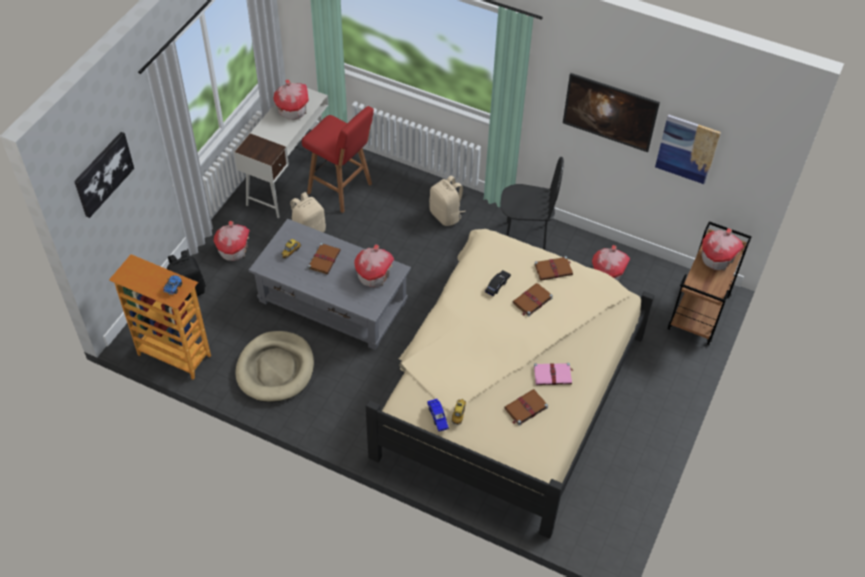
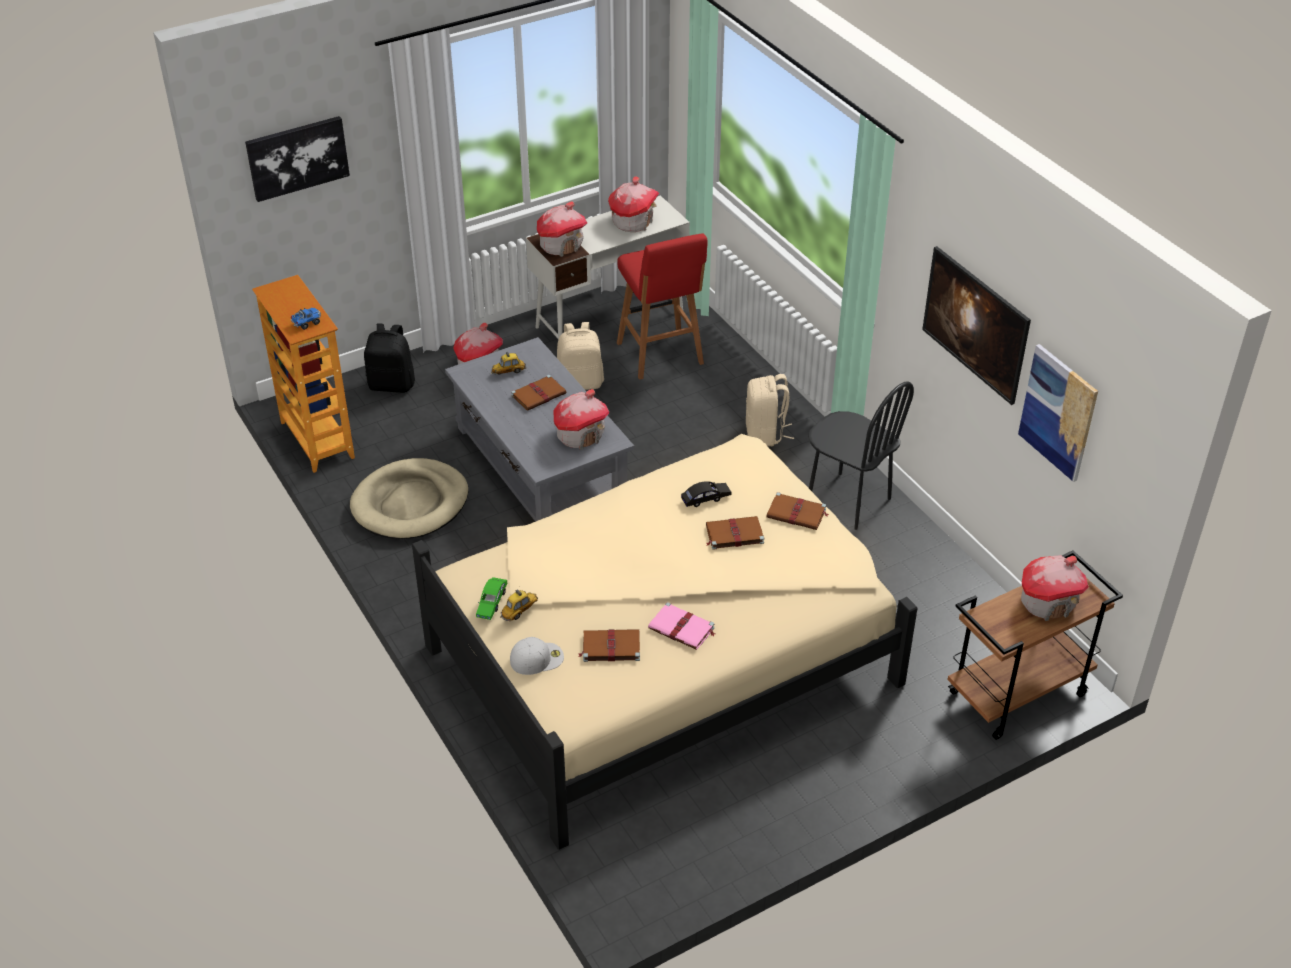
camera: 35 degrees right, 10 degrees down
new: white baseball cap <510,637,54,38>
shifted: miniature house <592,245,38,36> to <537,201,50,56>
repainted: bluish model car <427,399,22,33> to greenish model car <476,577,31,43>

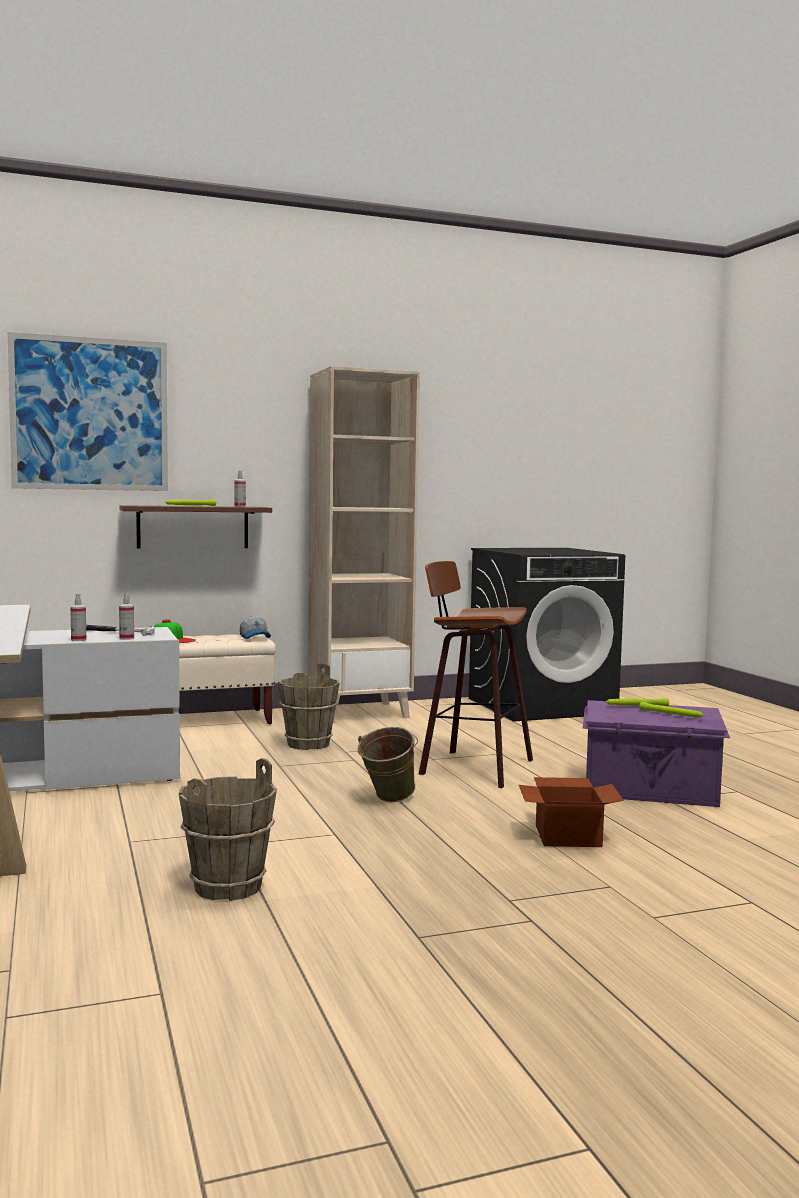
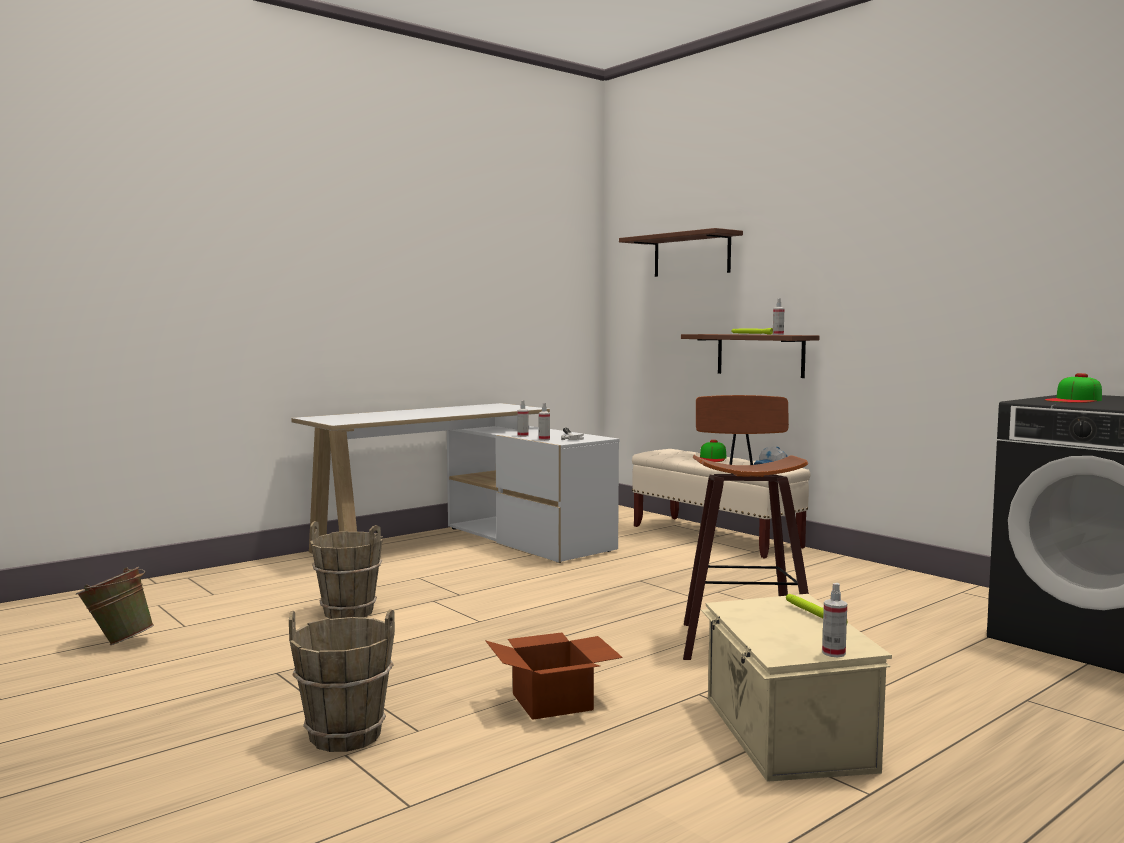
camera: 70 degrees right, 0 degrees up
gone: sand-coloured bookcase <308,366,112,357>; greenish flashlight <639,702,64,16>
new: sprayer <822,583,25,74>; baseball cap <1045,373,57,30>
shifted: brown-coloured pail <278,663,61,87> to <289,610,106,142>; greenish pail <357,727,61,75> to <76,567,78,78>
swapped: wall picture <8,332,160,159> to brown-coloured shelf <619,228,124,49>
repainted: purplish storage bin <583,700,147,107> to sand-coloured storage bin <701,594,191,188>

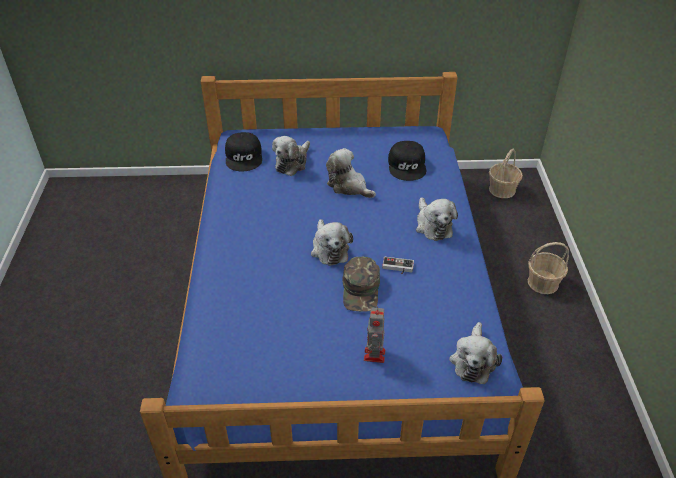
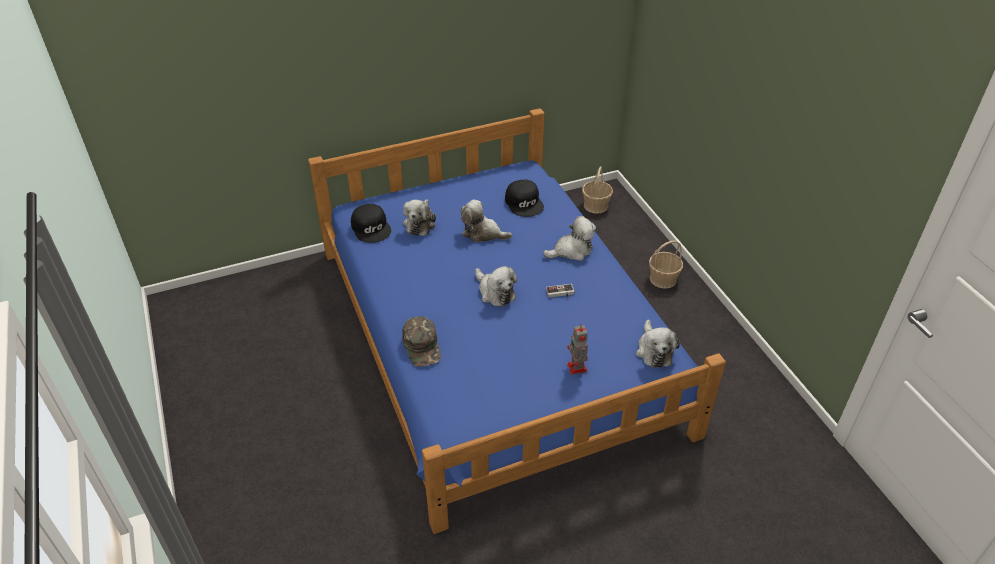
camera: 20 degrees left, 0 degrees up
shifted: greenish baseball cap <342,257,38,55> to <402,316,39,51>
rotated: soft toy <416,197,42,44> = <543,216,53,45> 75 degrees counterclockwise

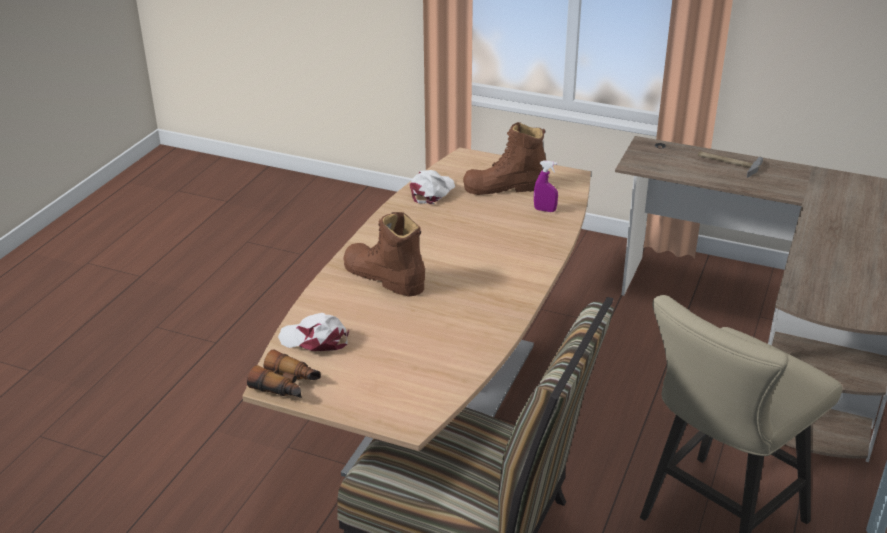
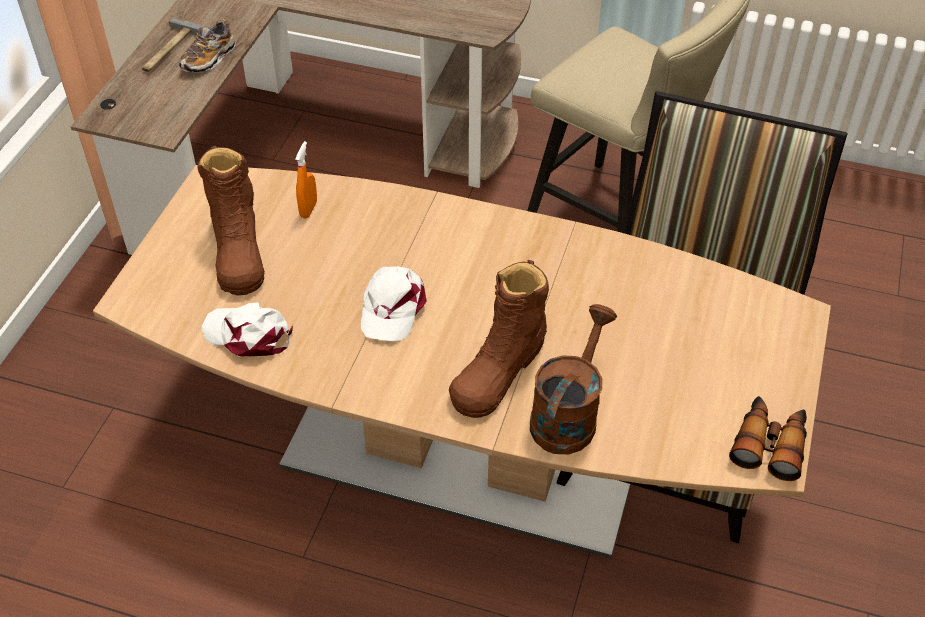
camera: 95 degrees left, 15 degrees up
new: low shoe <179,19,57,54>; brown-coloured watering can <530,304,87,150>
shifted: white baseball cap <278,313,71,38> to <361,266,66,75>
repainted: purplish sprayer <534,160,24,52> to orangey sprayer <295,141,22,77>

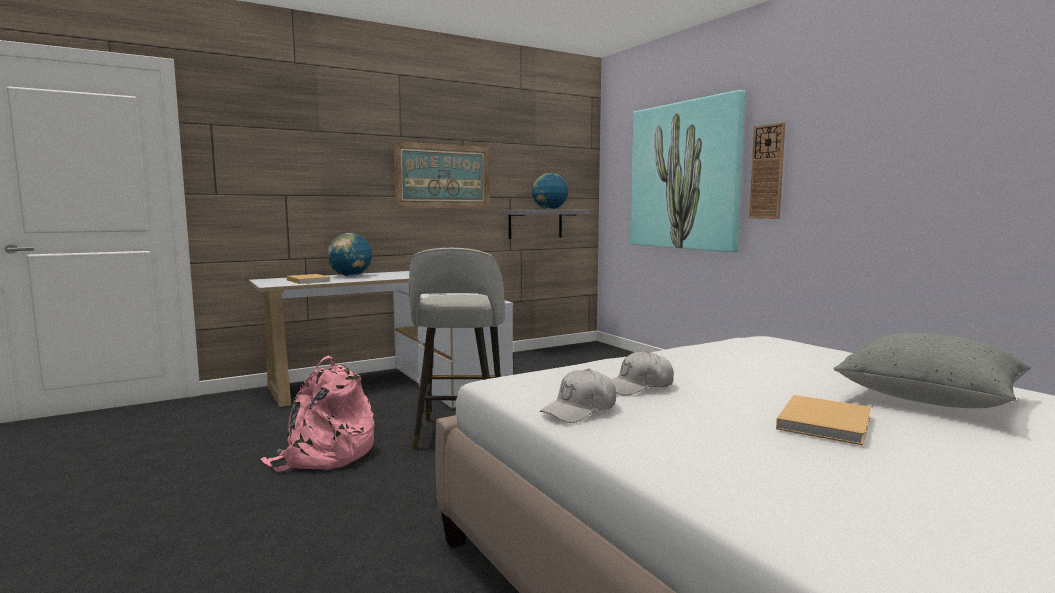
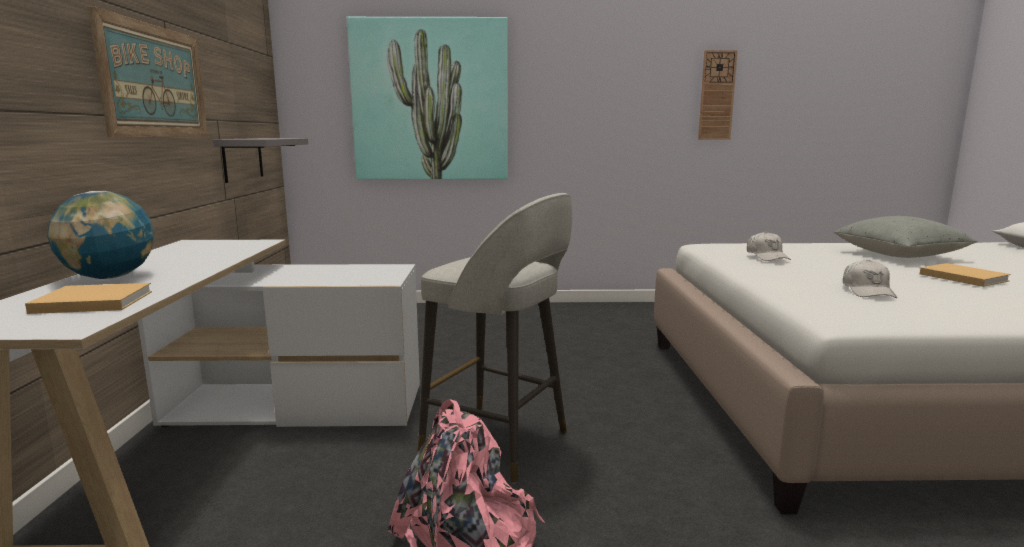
camera: 60 degrees left, 5 degrees up
gone: world globe <532,173,36,37>
shifted: white baseball cap <539,368,77,55> to <747,231,44,30>; hanging clock <749,122,36,97> to <698,50,40,90>

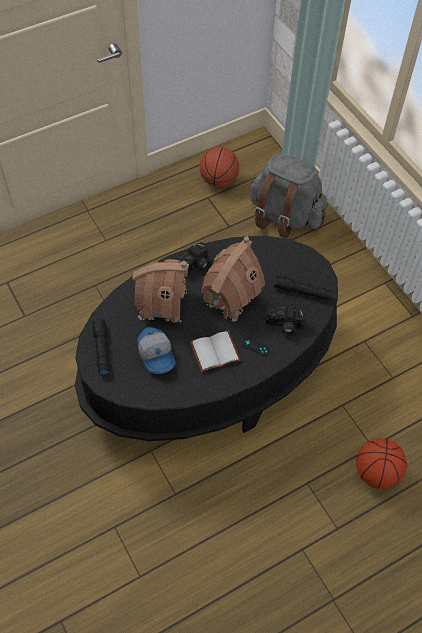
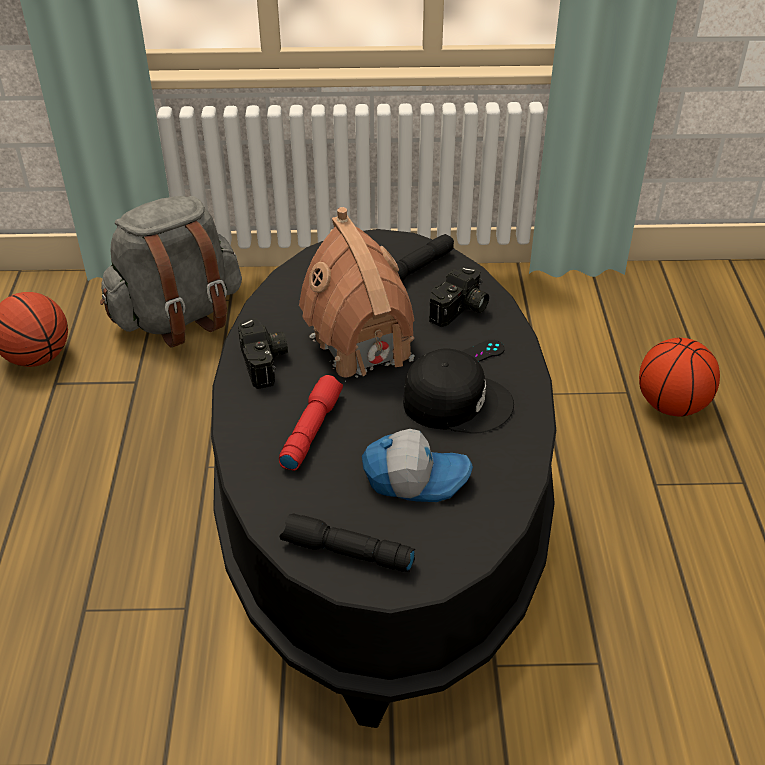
camera: 60 degrees left, 15 degrees down
swapped: miniature house <133,259,56,64> to red flashlight <279,375,64,96>; white bound book <190,331,51,41> to black baseball cap <403,348,111,85>

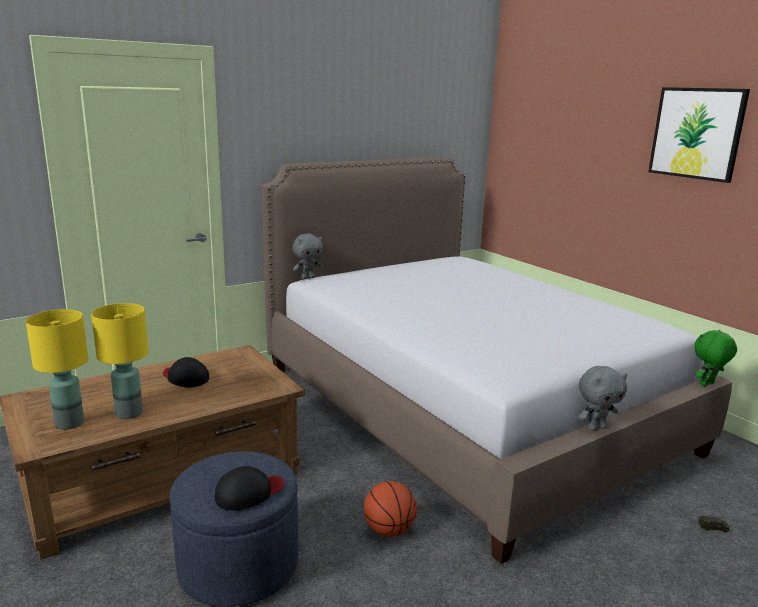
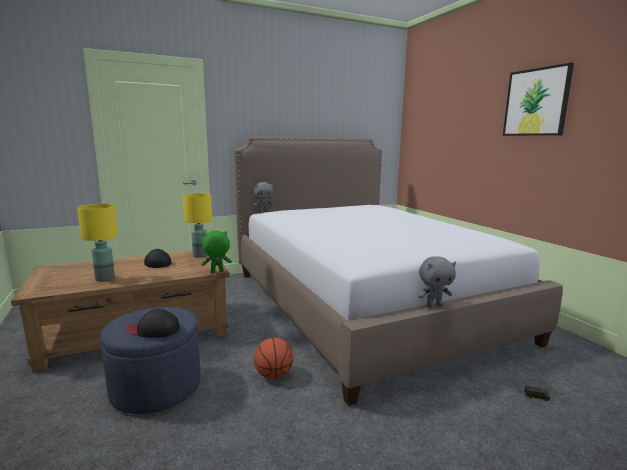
camera: 10 degrees right, 5 degrees down
shifted: yellow-coloured lamp for a table <26,309,62,121> to <183,193,29,65>; greenish soft toy <694,330,43,56> to <201,231,31,42>
rotated: black baseball cap <215,466,69,45> = <126,309,54,29> 150 degrees counterclockwise

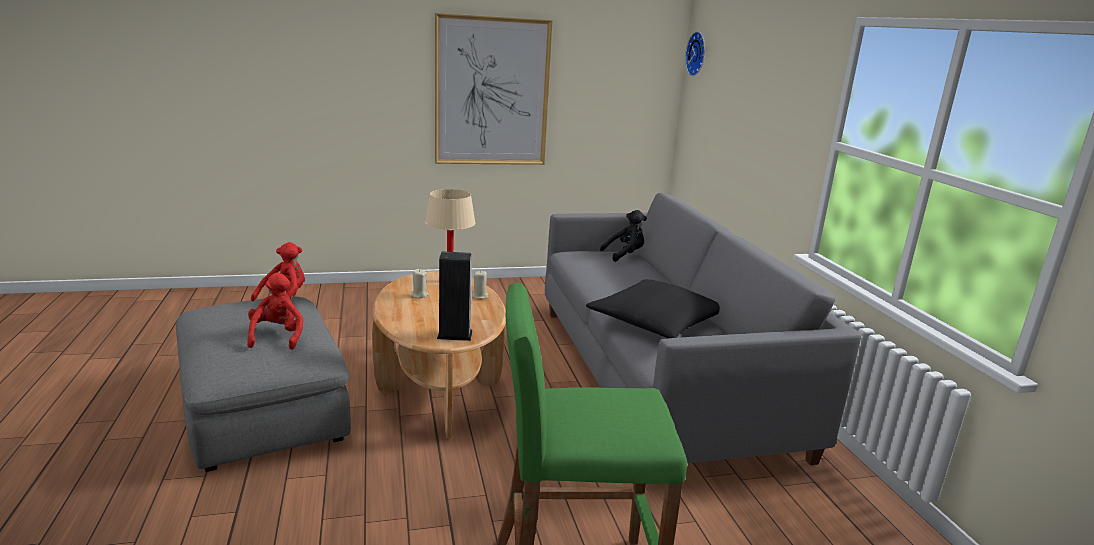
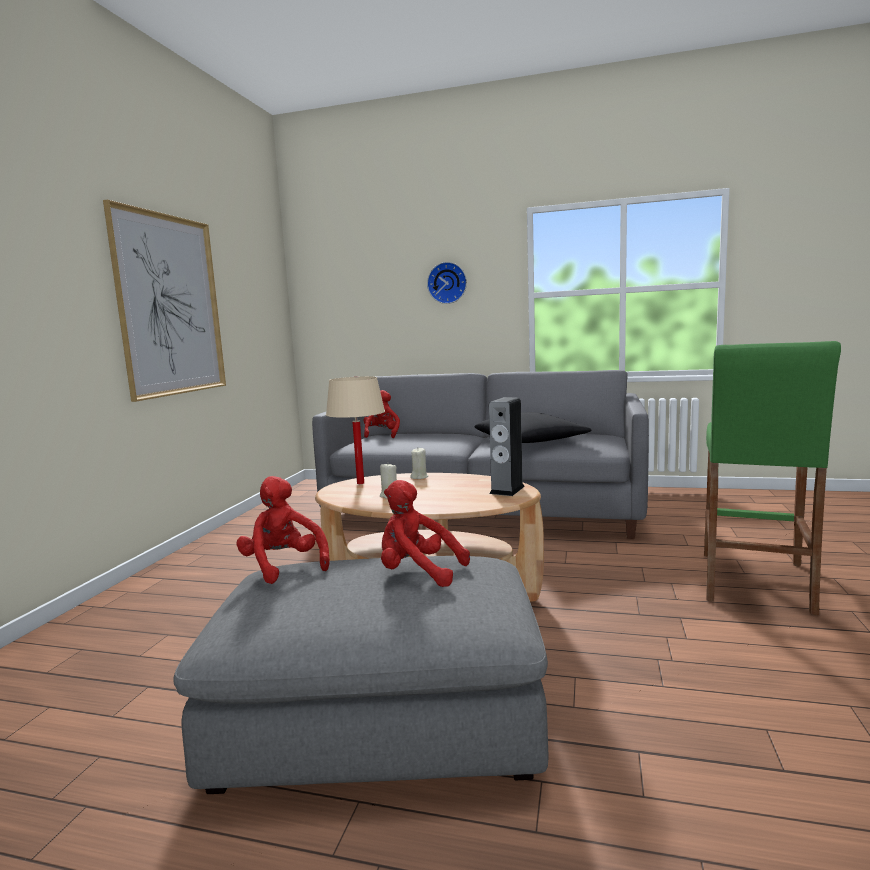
camera: 60 degrees left, 10 degrees down
shifted: hanging clock <685,31,20,45> to <427,262,40,42>
repainted: black soft toy <600,210,47,52> to red soft toy <364,390,36,48>

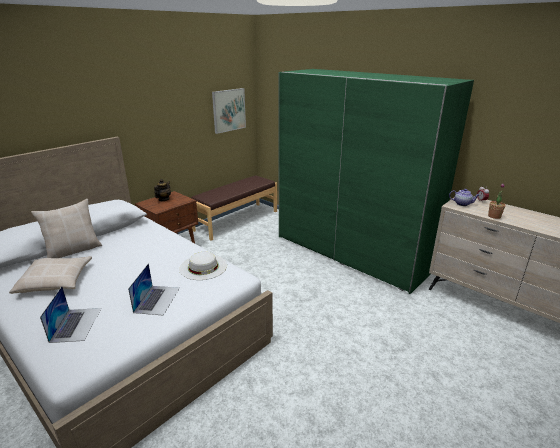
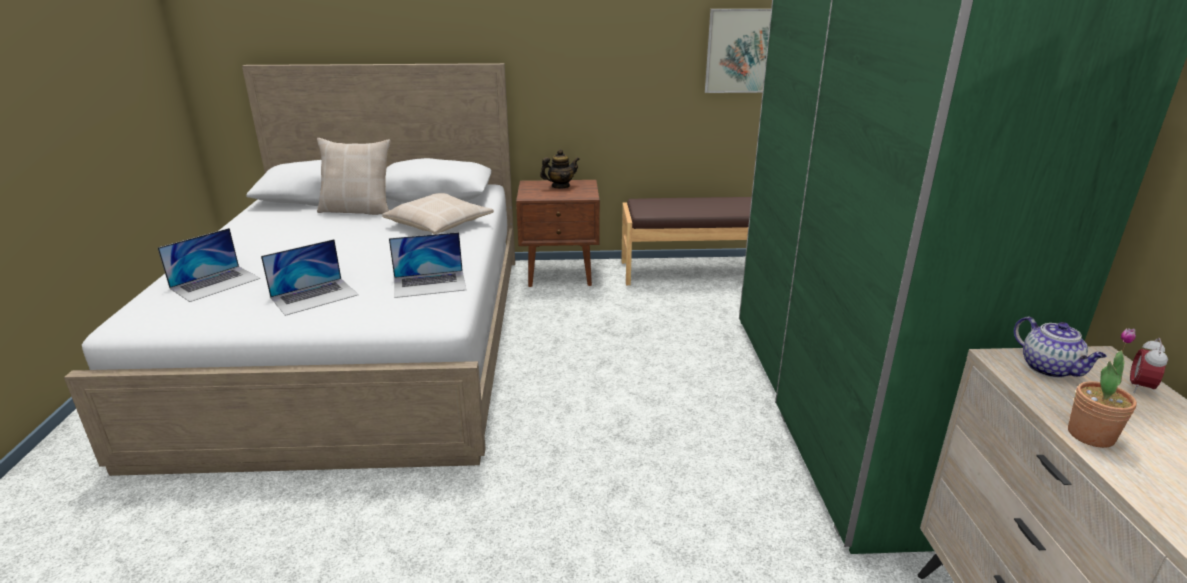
camera: 45 degrees right, 0 degrees up
shifted: sand-coloured cushion <9,256,83,38> to <382,193,112,41>
swapped: white clothing hat <179,252,48,28> to laptop <389,232,77,66>

